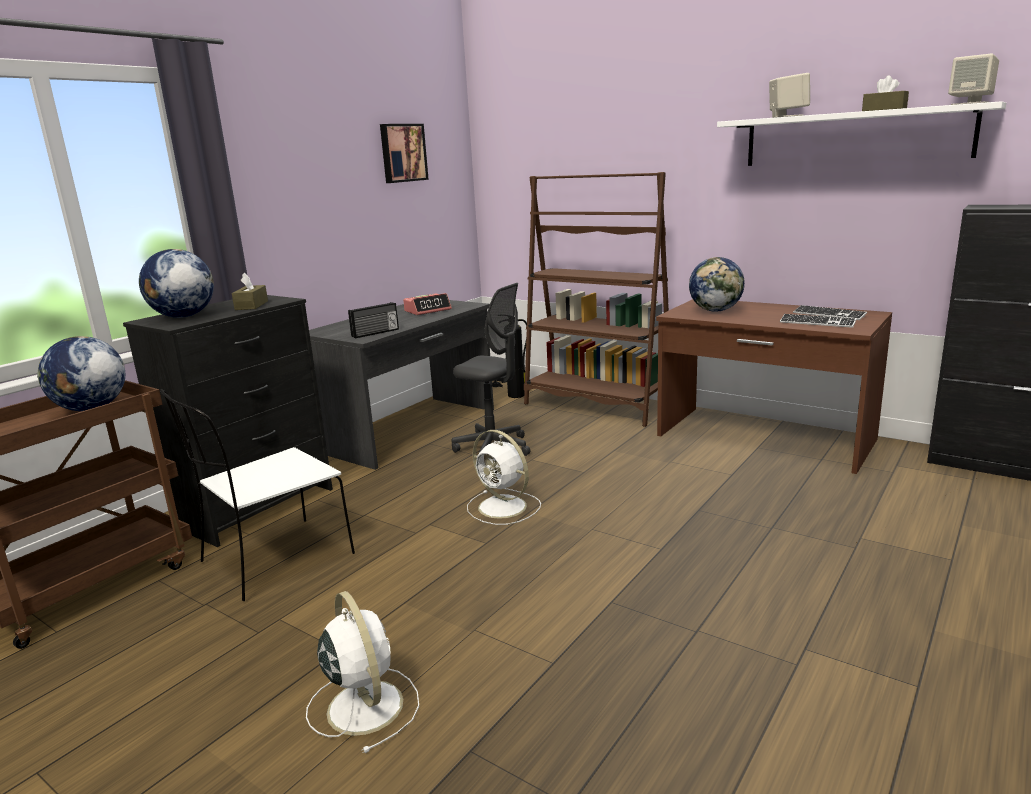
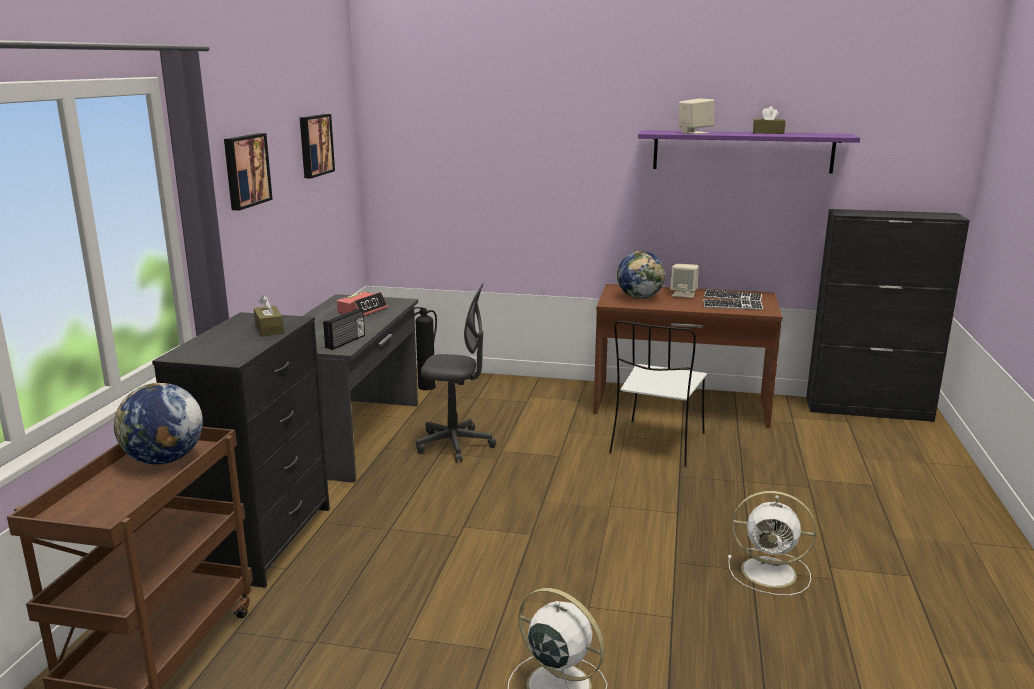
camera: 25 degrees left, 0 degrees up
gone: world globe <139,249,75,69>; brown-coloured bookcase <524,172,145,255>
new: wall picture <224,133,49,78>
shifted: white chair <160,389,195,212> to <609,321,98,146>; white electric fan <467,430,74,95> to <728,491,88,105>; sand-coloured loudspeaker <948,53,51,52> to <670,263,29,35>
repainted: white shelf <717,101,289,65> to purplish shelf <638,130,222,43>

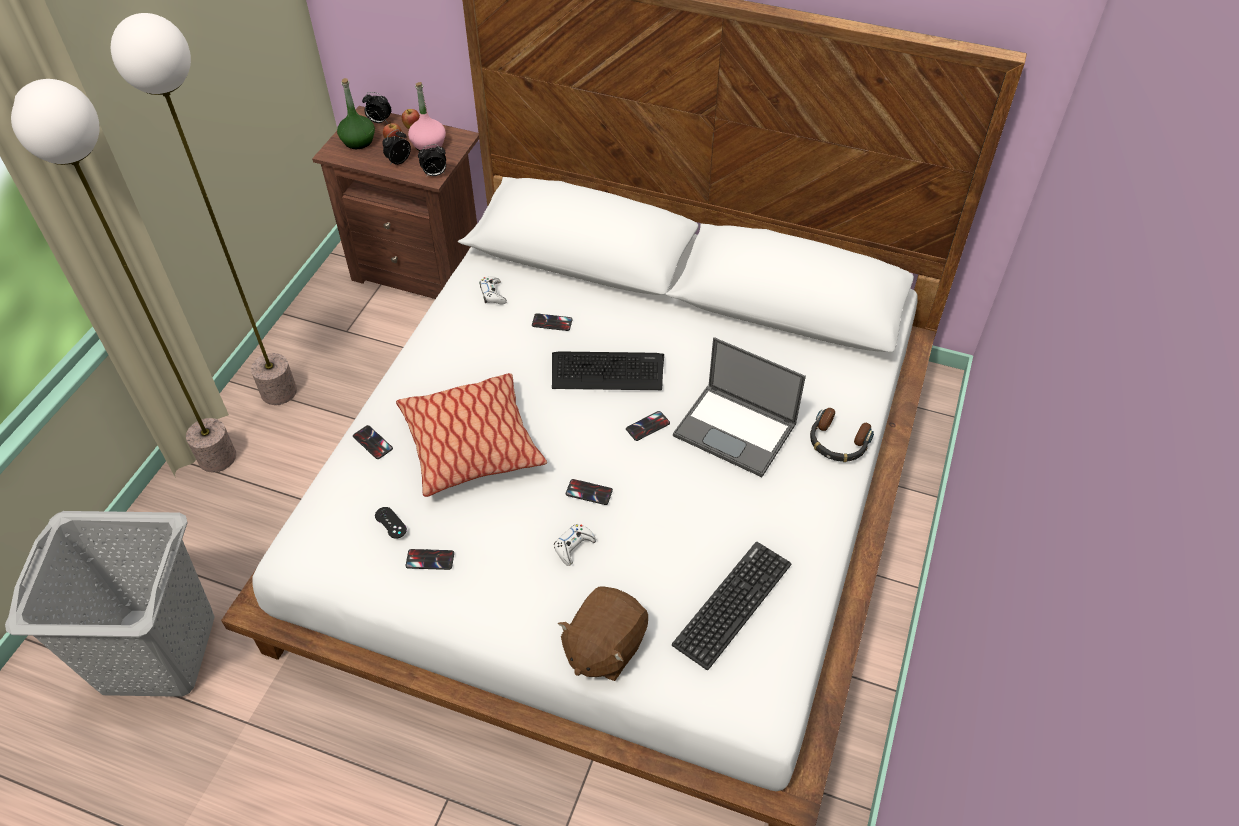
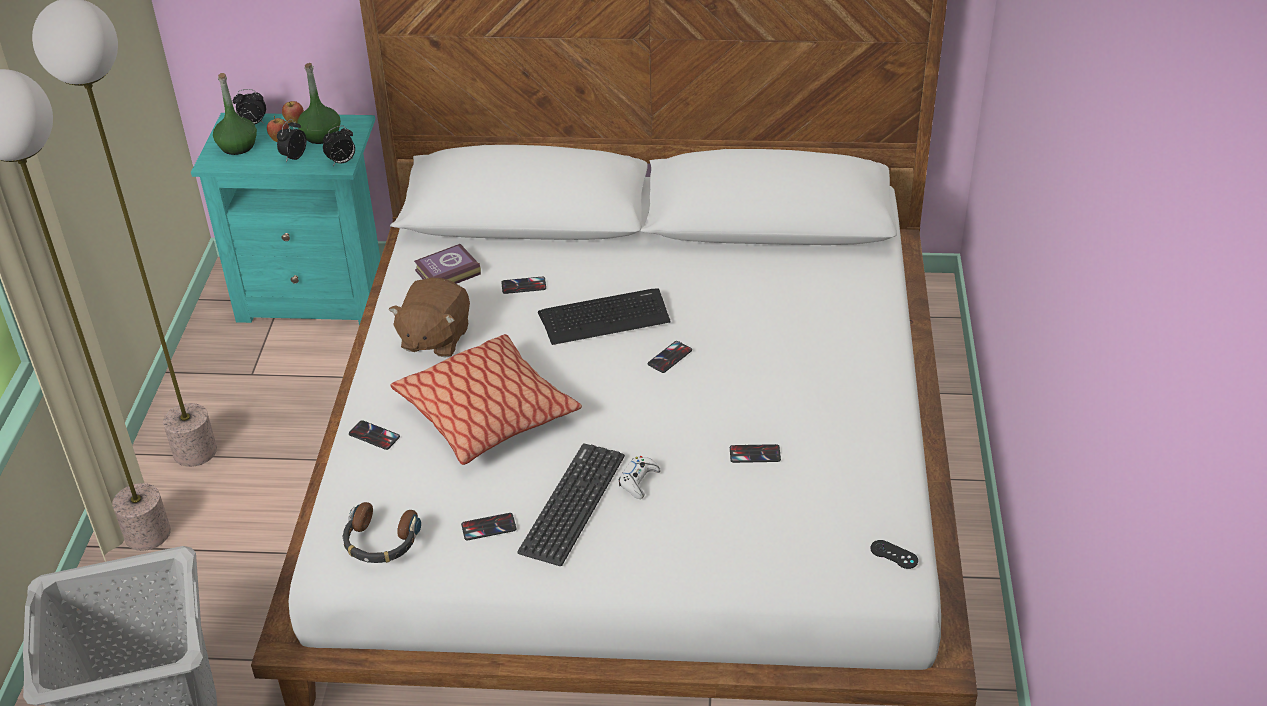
camera: 15 degrees left, 10 degrees down
gone: laptop <673,337,133,140>
shifted: black gamepad <375,507,32,32> to <870,540,48,29>; brown-coloured soft toy <558,586,90,95> to <388,278,82,80>; handset <566,479,47,26> to <730,444,51,19>; keyboard <672,541,119,129> to <518,443,107,123>; pair of headphones <810,408,64,54> to <343,502,78,61>
swapped: white gamepad <479,276,28,28> to bound book <414,244,67,40>
repainted: brown-coloured night table <312,106,167,193> to blue-green night table <191,113,190,212>; pinkish beverage bottle <408,82,38,69> to greenish beverage bottle <297,63,44,81>

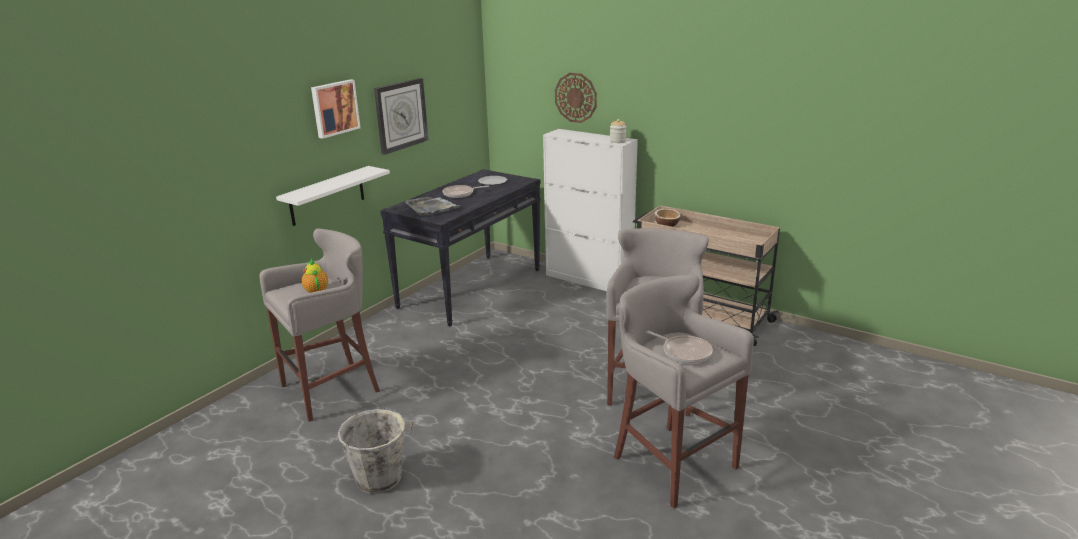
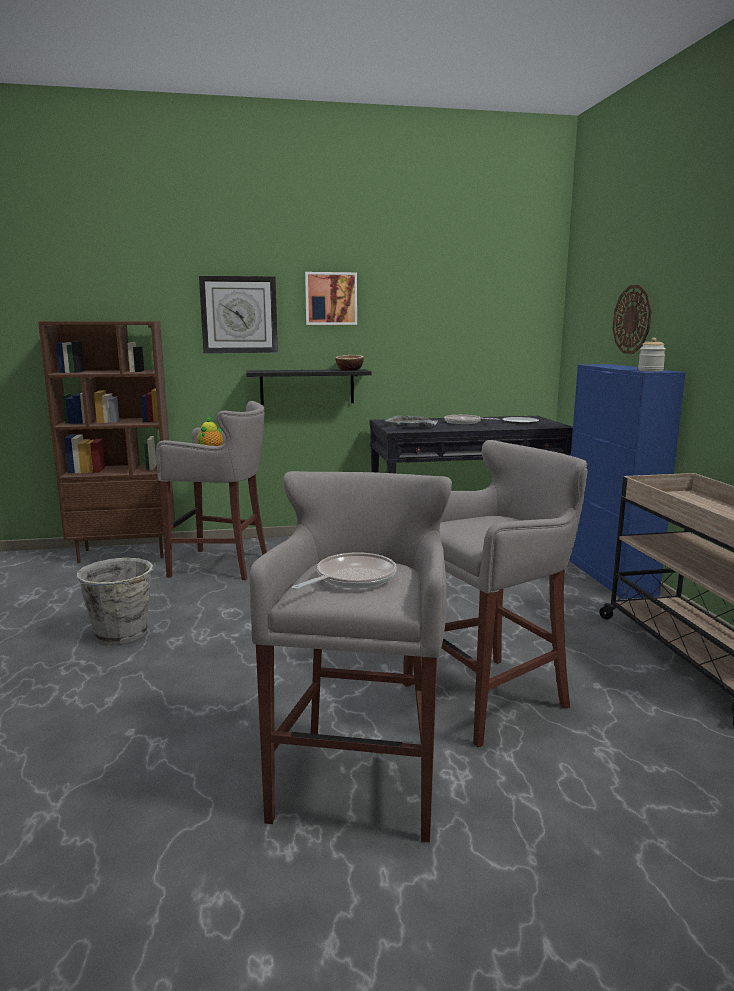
camera: 45 degrees right, 10 degrees down
new: brown-coloured bookcase <38,321,137,242>
shifted: hanging clock <374,78,55,77> to <199,276,79,77>; serving bowl <655,209,26,18> to <335,355,29,16>
repainted: white shelf <276,166,114,60> to black shelf <246,369,125,36>; white cupboard <543,129,95,162> to bluish cupboard <569,364,117,235>
rotated: skillet <646,330,67,34> = <292,552,105,38> 135 degrees counterclockwise

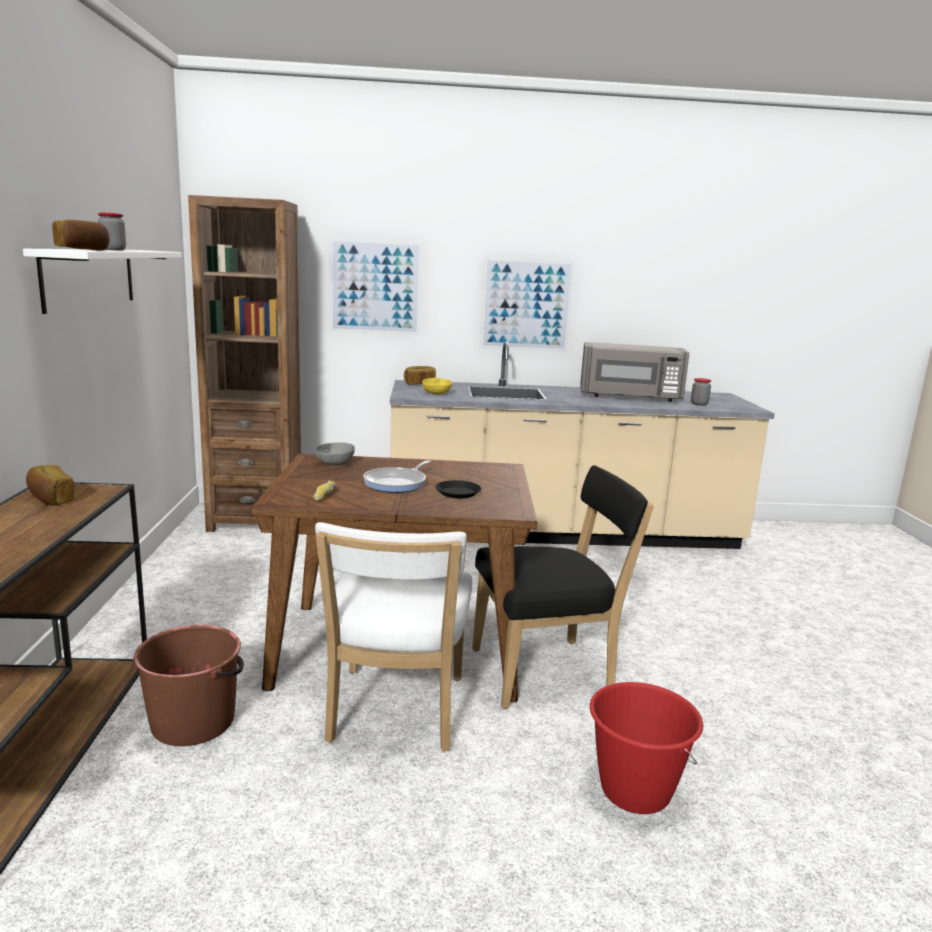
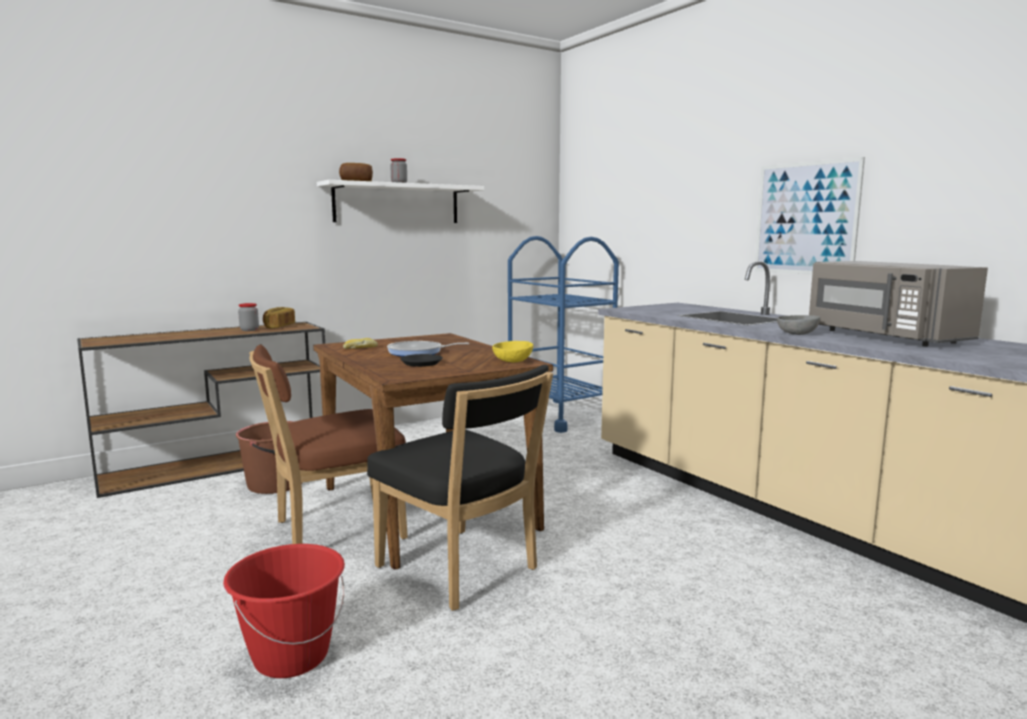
camera: 60 degrees right, 5 degrees down
gone: wall picture <330,238,92,97>; baked bread <404,366,32,18>
shifted: grey serving bowl <314,442,41,23> to <777,315,43,20>; yellow-coloured serving bowl <422,378,30,16> to <492,341,41,21>; jar <691,378,20,27> to <238,303,21,28>
swapped: brown-coloured bookcase <188,195,113,337> to bluish trolley <508,236,111,197>
repainted: white chair <315,522,157,230> to brown-coloured chair <249,345,159,199>

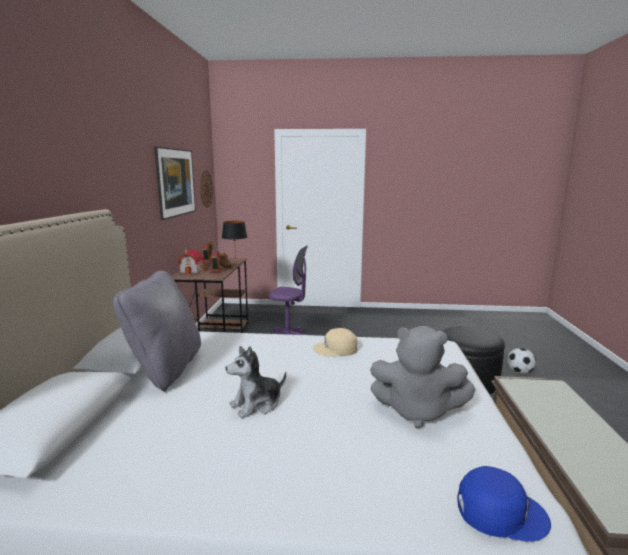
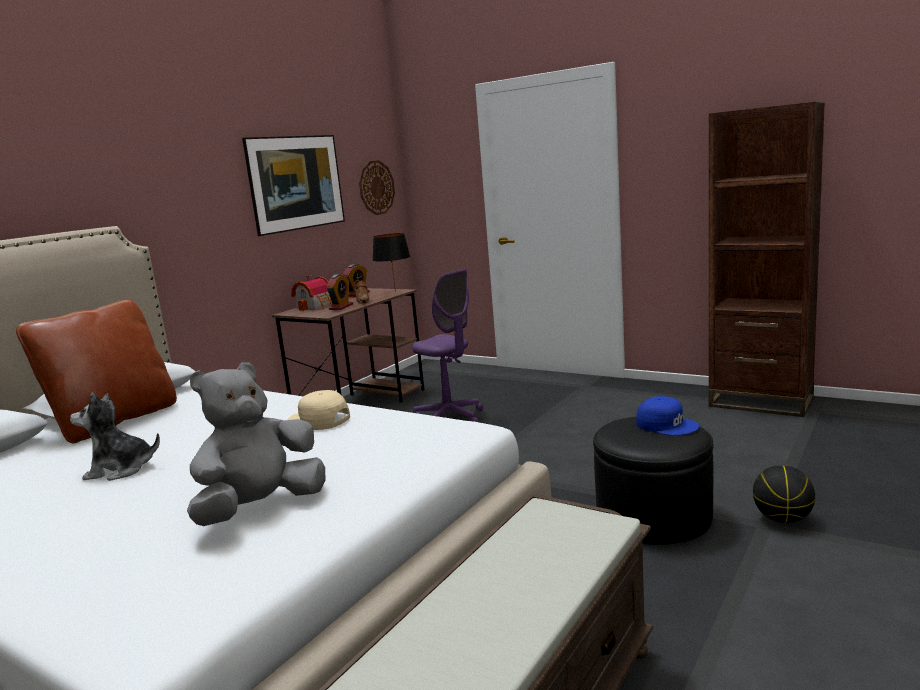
camera: 30 degrees right, 0 degrees up
new: brown-coloured bookcase <708,102,117,315>
shifted: bluish baseball cap <457,466,94,76> to <636,396,64,39>
swapped: football ball <507,348,29,26> to ball for basketball <753,465,62,58>
repainted: grey cushion <113,270,88,122> to brown-coloured cushion <16,300,161,143>
rotated: grey soft toy <370,326,106,102> = <187,362,139,164> 90 degrees clockwise

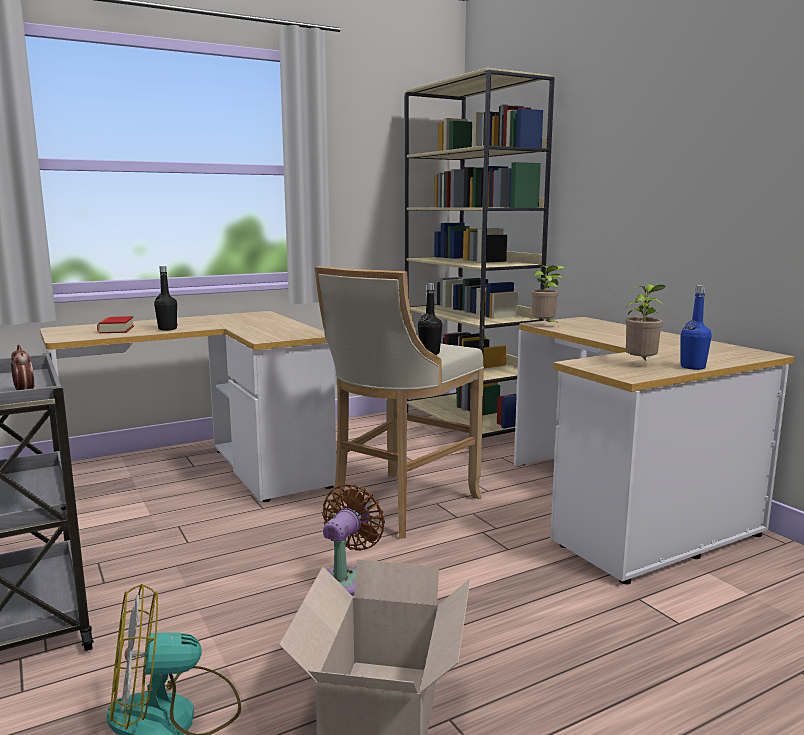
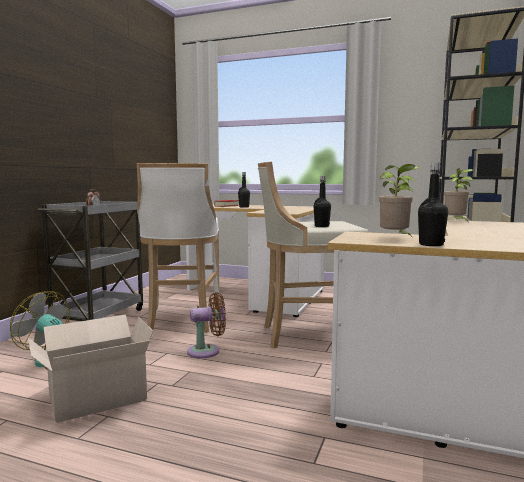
camera: 50 degrees right, 5 degrees down
new: white sitting stool <137,163,84,170>
repainted: bluish beverage bottle <681,285,31,85> to black beverage bottle <418,163,30,83>

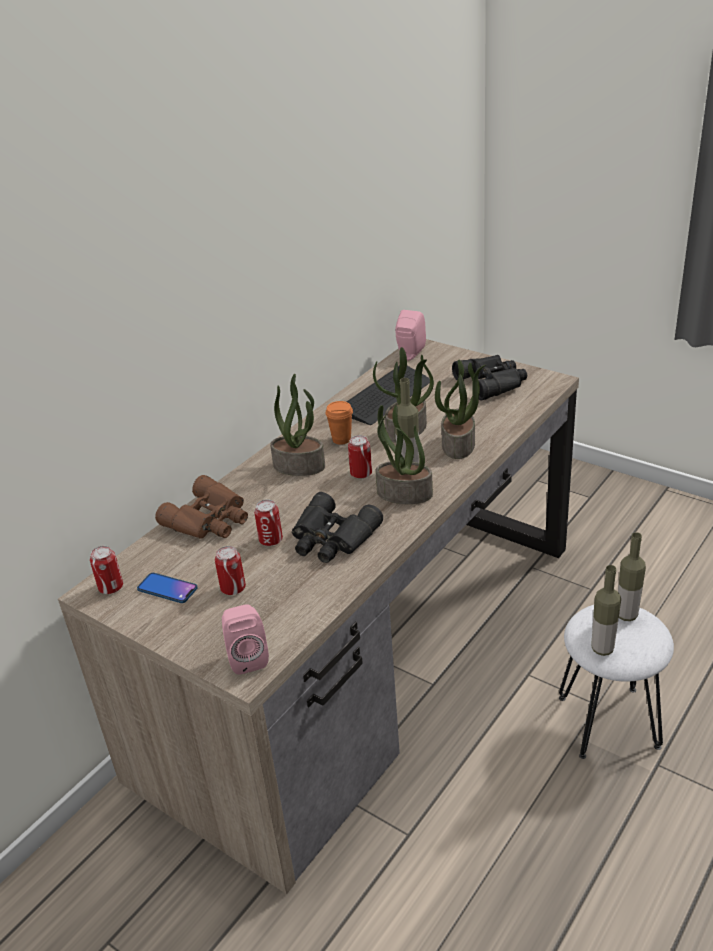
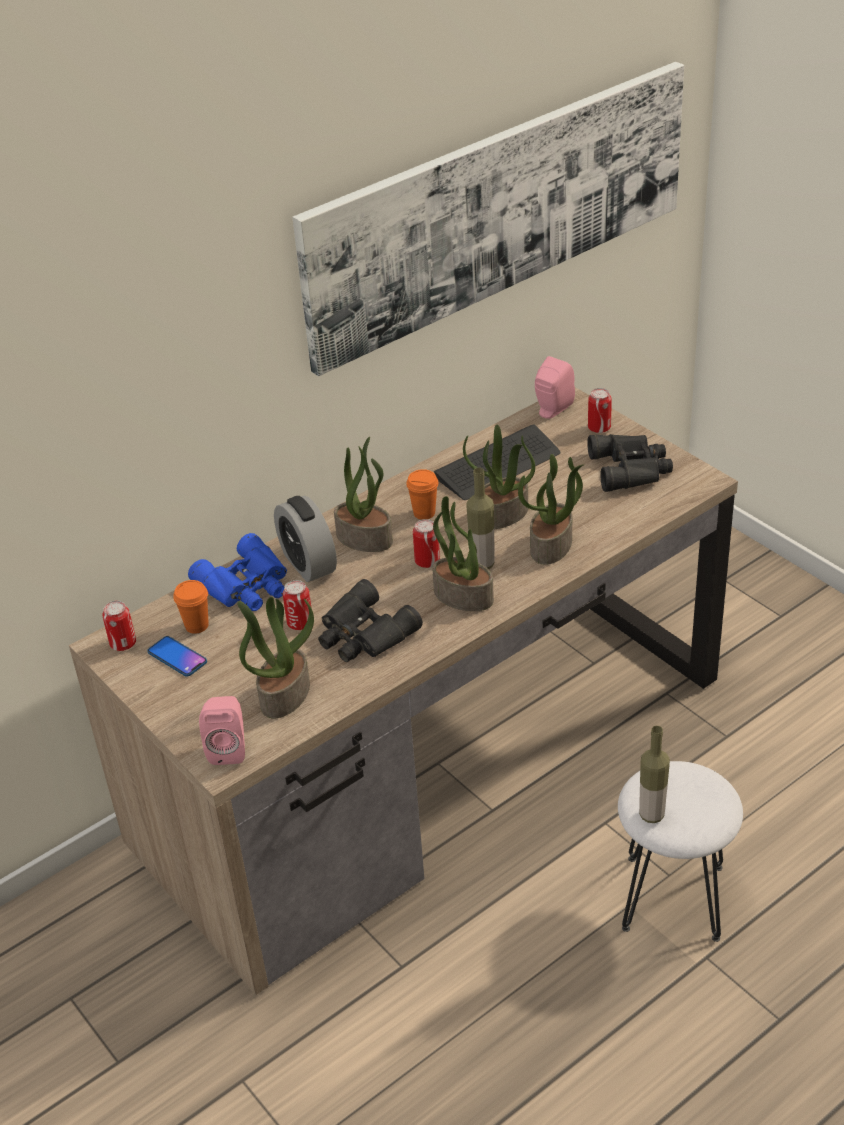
camera: 15 degrees right, 5 degrees up
gone: beverage bottle <618,532,28,89>
new: orangey small cup <173,580,36,54>; houseplant <237,597,77,121>; alarm clock <274,495,63,87>; wall picture <292,62,392,314>
shifted: sealed can <215,546,31,49> to <588,388,24,45>
repainted: brown-coloured field glasses <155,475,93,64> to bluish field glasses <188,533,99,78>

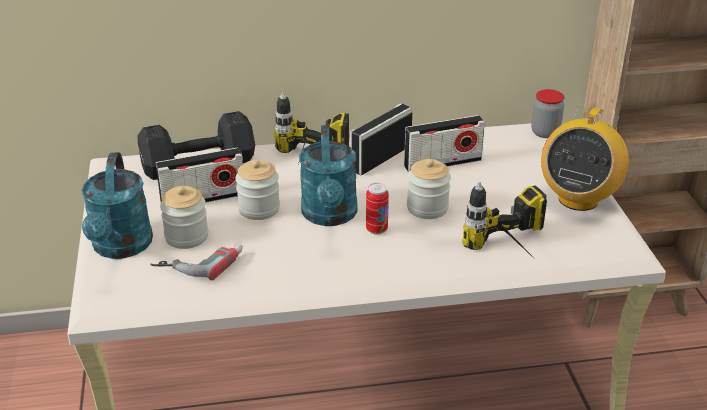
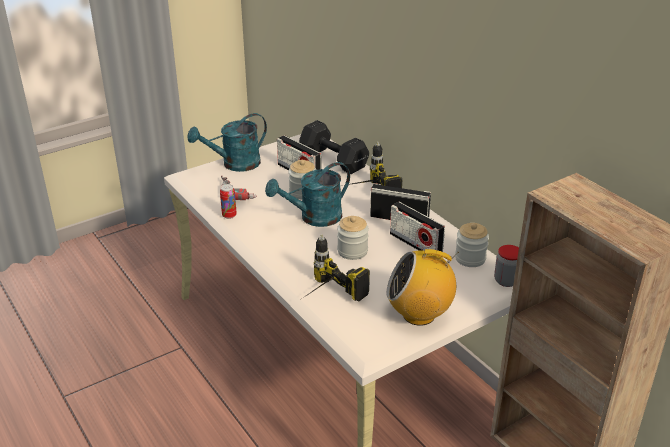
camera: 65 degrees right, 0 degrees up
shifted: jar <160,186,49,63> to <455,223,34,44>; sealed can <366,183,23,52> to <220,184,17,35>

